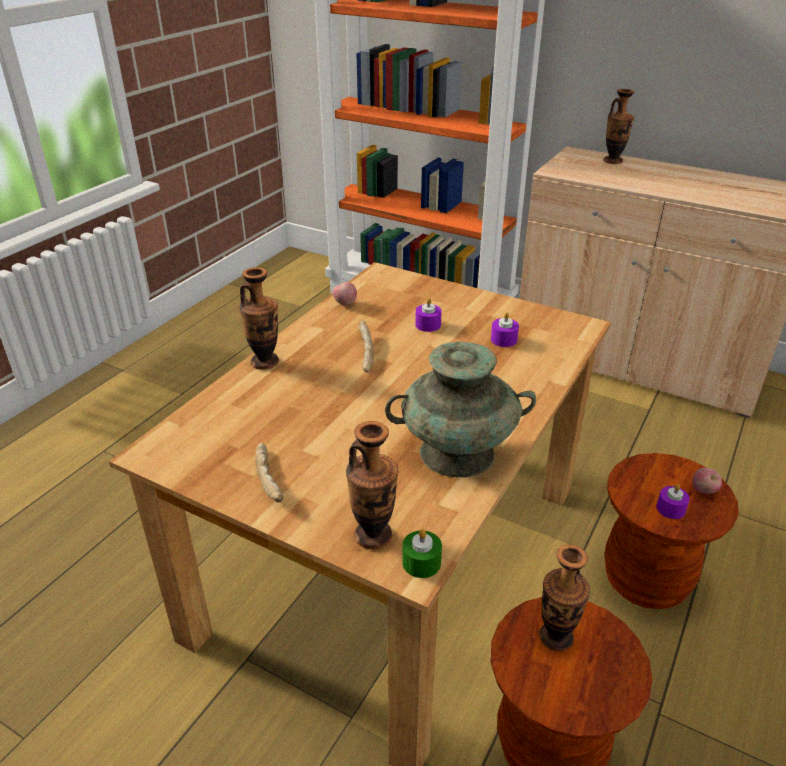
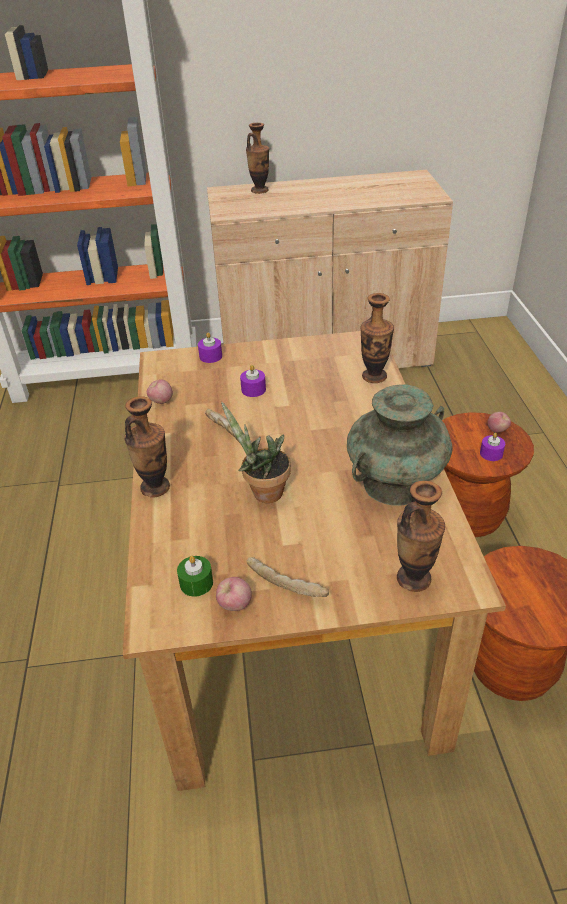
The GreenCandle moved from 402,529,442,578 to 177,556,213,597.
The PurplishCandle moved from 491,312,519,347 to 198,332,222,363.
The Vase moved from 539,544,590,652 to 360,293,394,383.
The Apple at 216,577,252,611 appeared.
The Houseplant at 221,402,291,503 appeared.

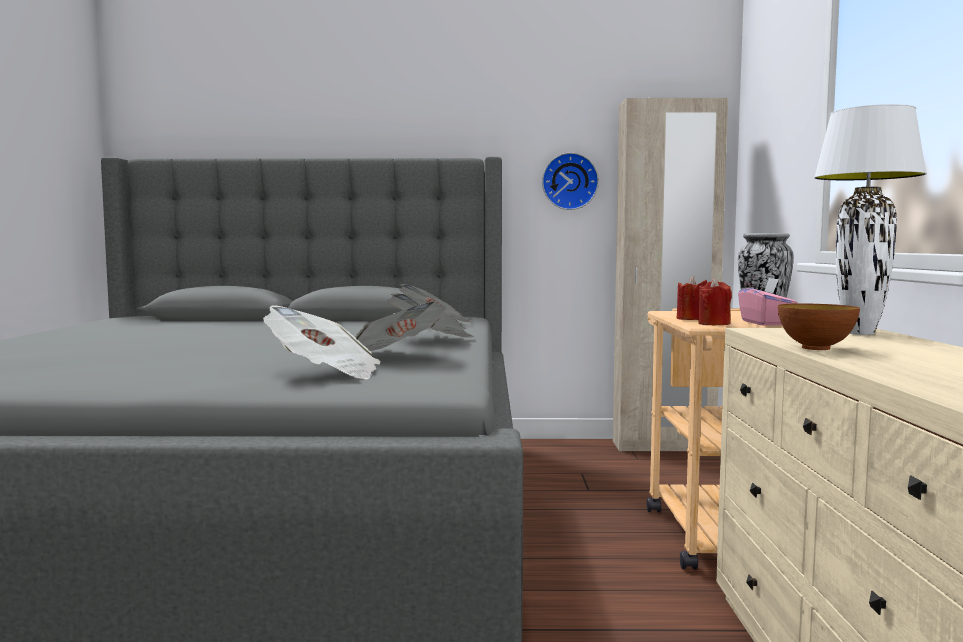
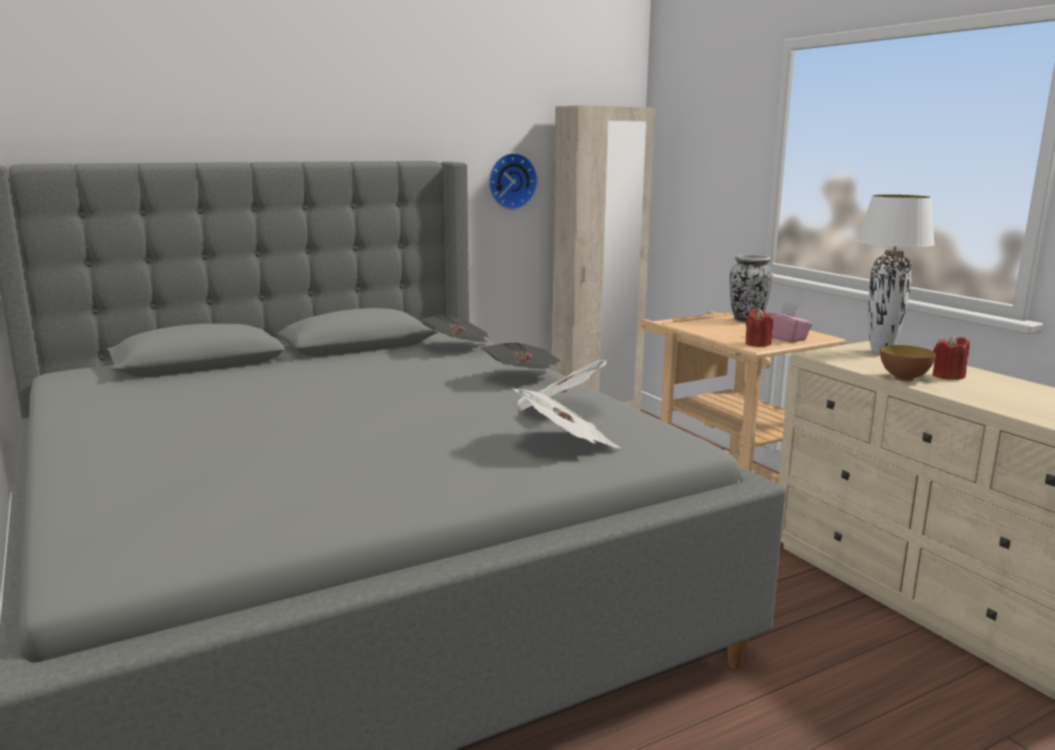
The RedCandle moved from 677,276,707,320 to 932,335,969,380.

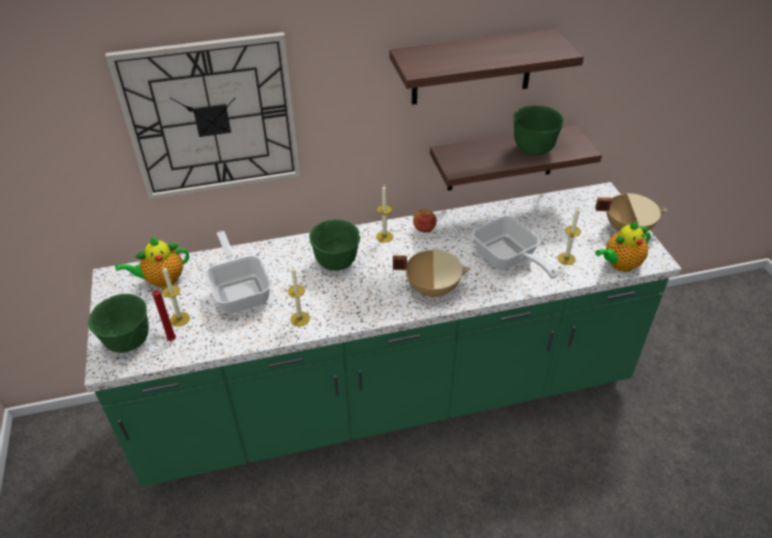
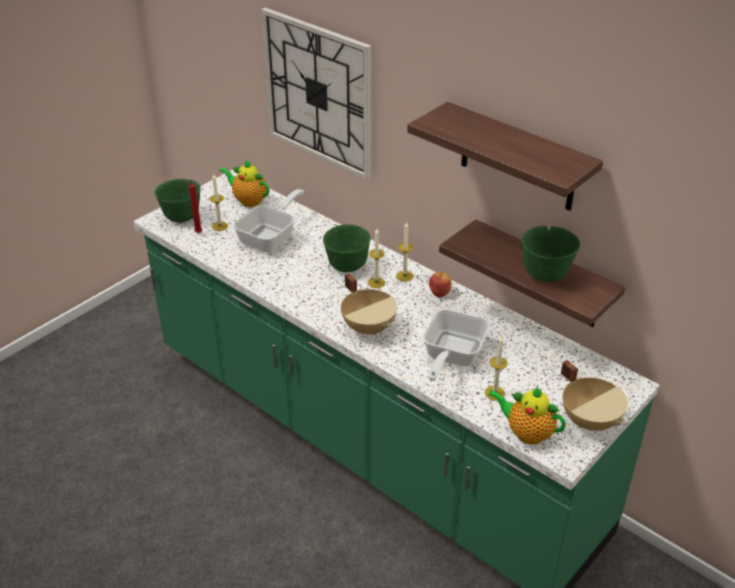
The Candle moved from 288,266,310,326 to 368,229,385,288.

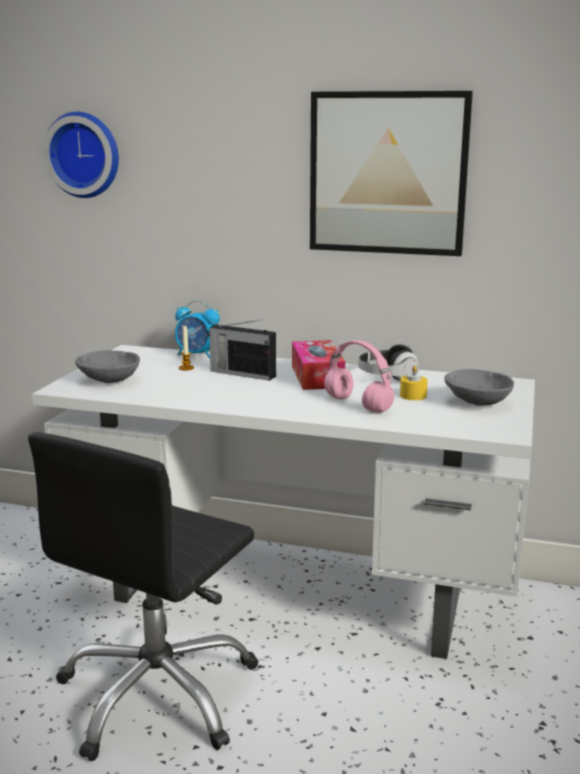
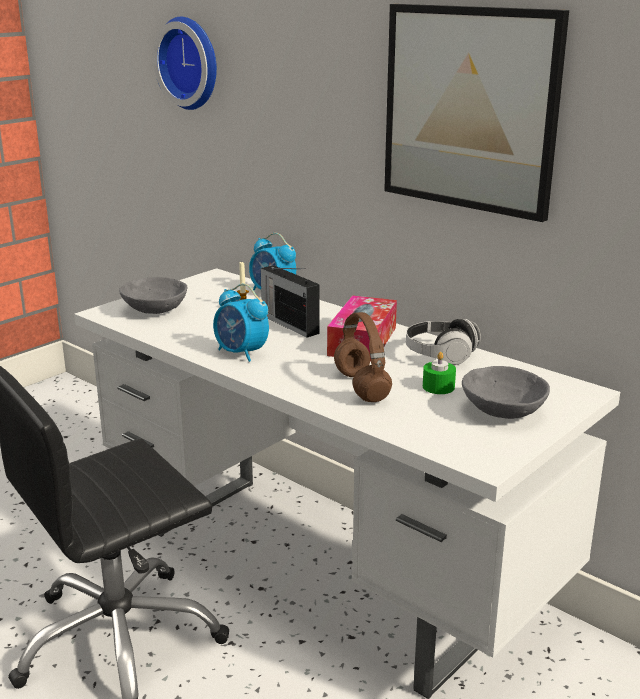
The PinkishHeadphones at 324,340,394,413 became the BrownishHeadphones at 334,312,392,402.
The YellowCandle at 400,365,428,400 became the GreenCandle at 423,352,456,394.
The BedsideClock at 213,284,269,362 appeared.

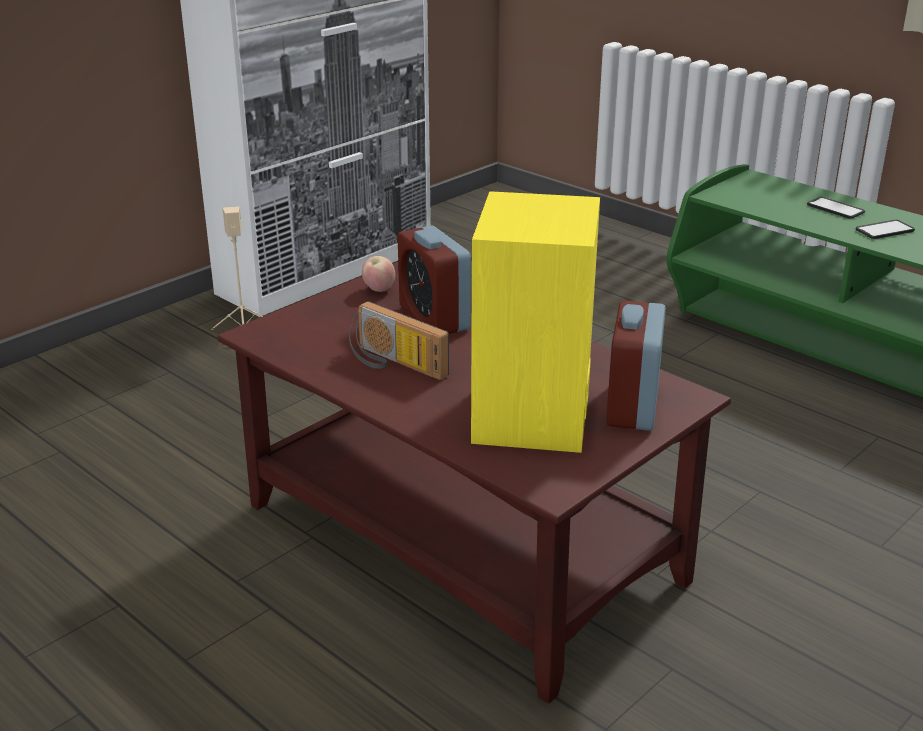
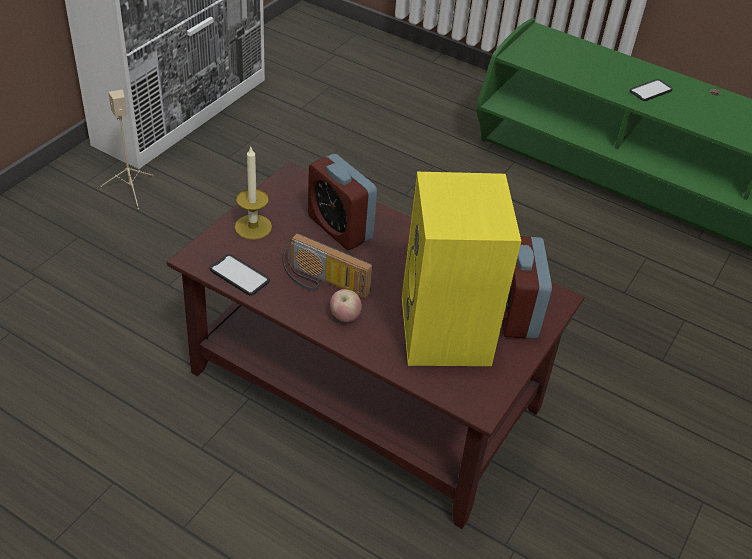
The Apple moved from 362,256,395,292 to 330,289,362,322.
The Telephone moved from 807,197,865,219 to 210,254,270,296.
The Candle at 235,147,272,240 appeared.

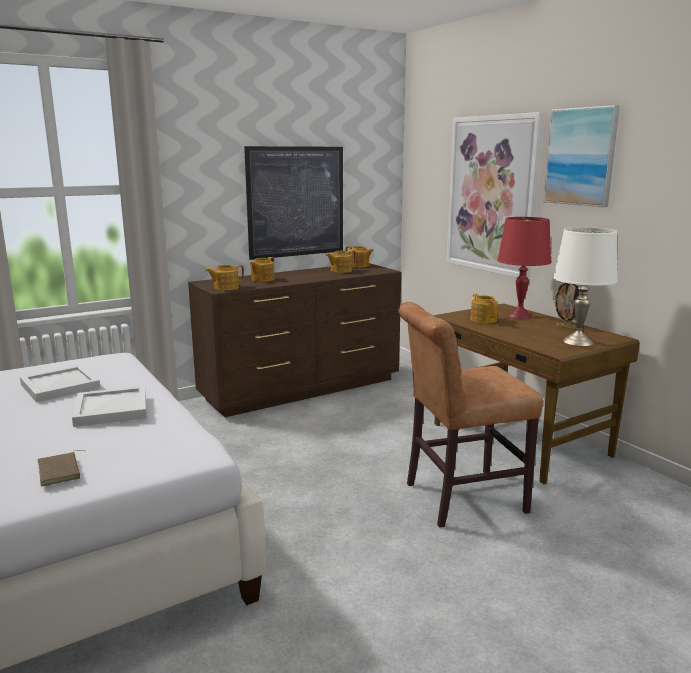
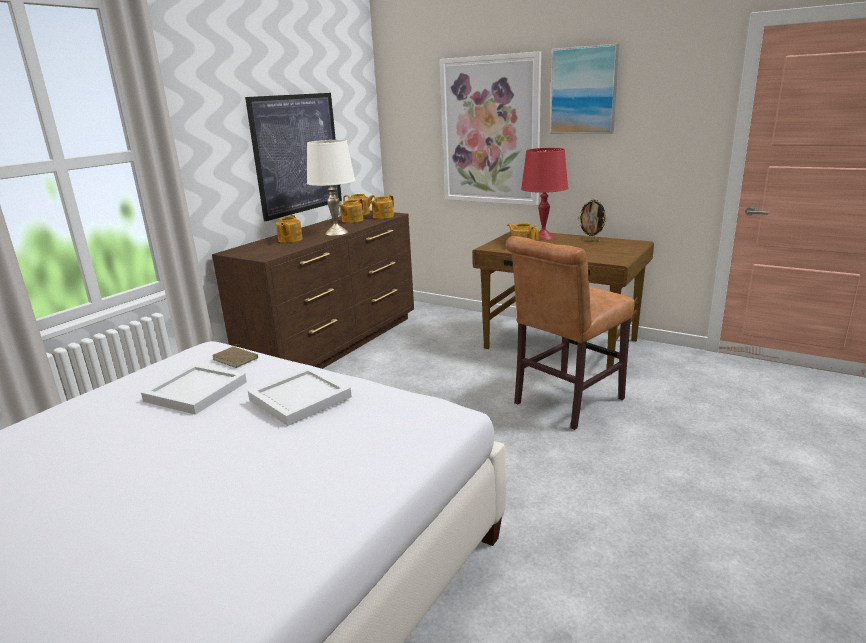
The BrownishVolume moved from 37,450,84,487 to 212,344,258,368.
The TeaPot moved from 206,265,244,291 to 370,195,394,219.
The WhiteTabletopLamp moved from 553,227,618,346 to 307,140,355,236.

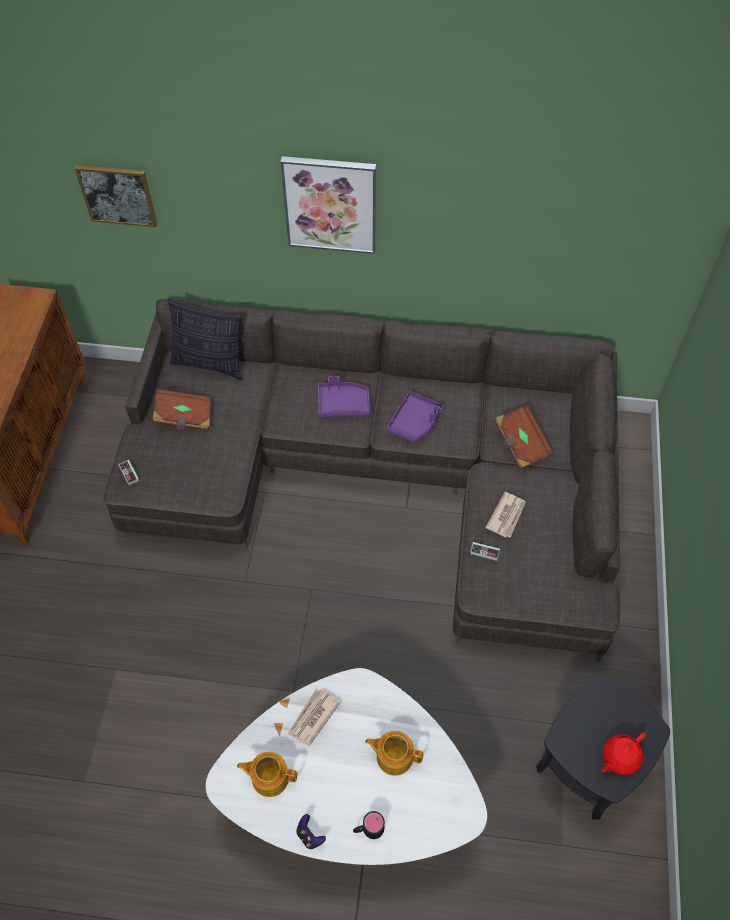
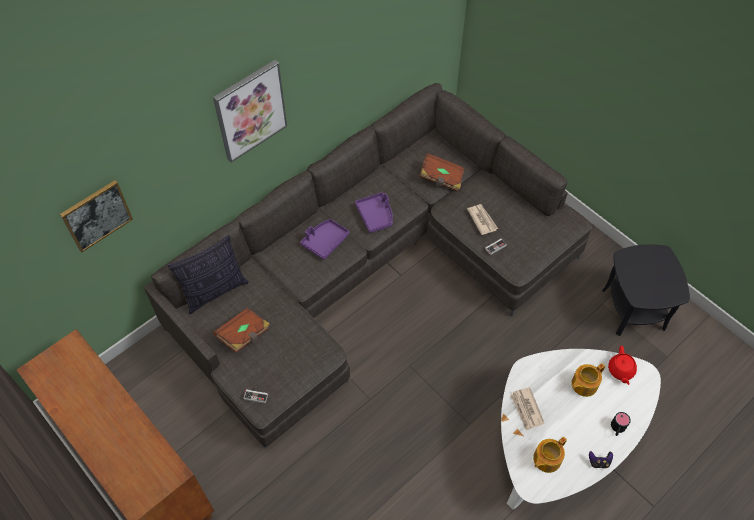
The RedTeaPot moved from 602,732,646,775 to 608,346,637,385.

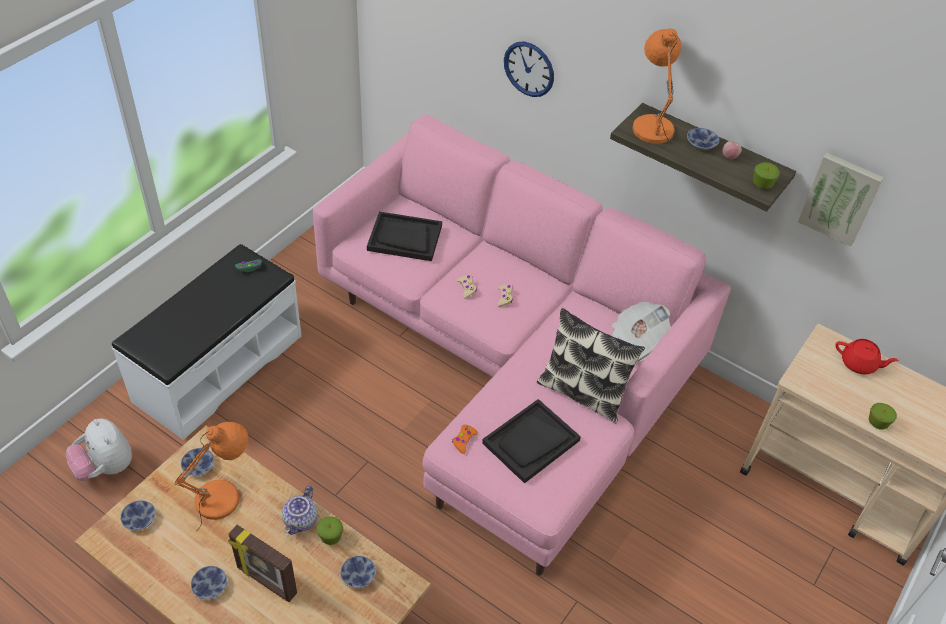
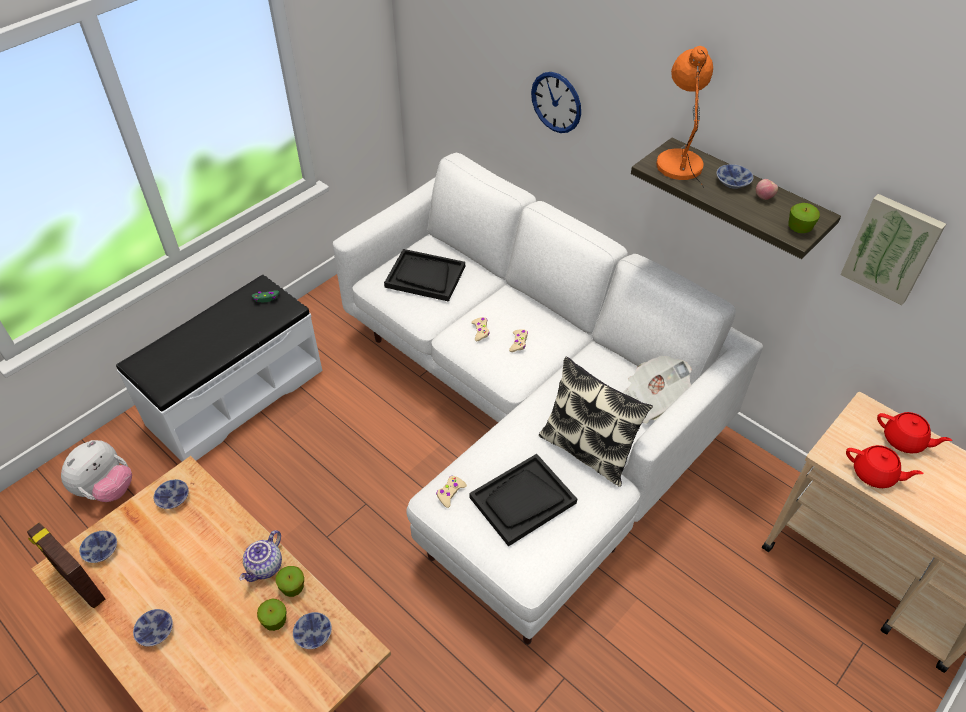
The CuddlyToy at 66,418,132,481 turned 120 degrees counterclockwise.
The OrangeColouredTabletopLamp at 175,422,248,528 disappeared.
The PhotoFrame moved from 228,525,297,602 to 27,522,105,608.
The PinkishSettee at 313,115,731,576 became the WhiteSettee at 333,153,763,645.
The OrangeColouredGameController at 452,424,478,454 became the SandColouredGameController at 436,476,467,508.
The Apple moved from 869,403,897,429 to 257,599,287,631.
The RedTeaPot at 846,445,924,488 appeared.

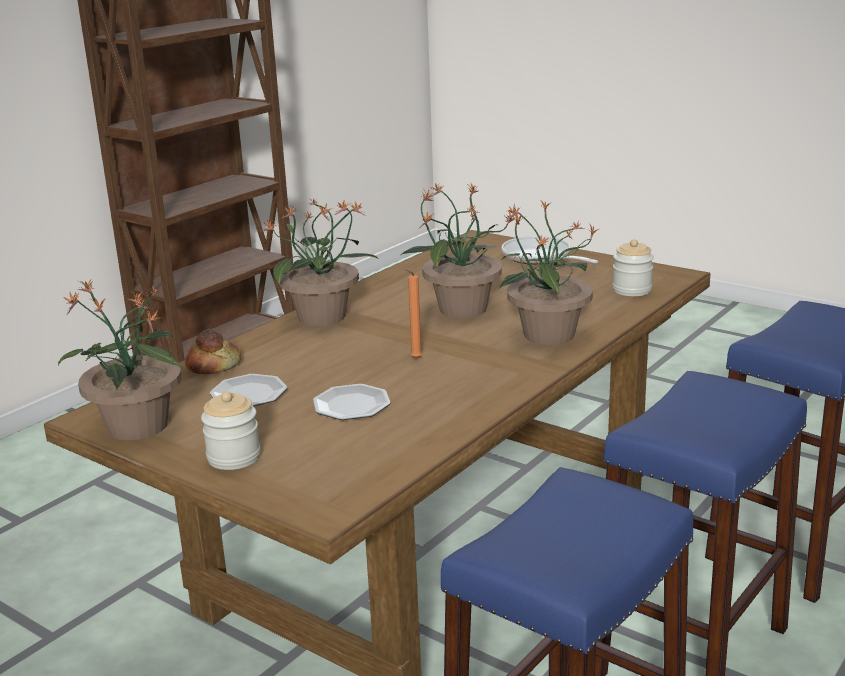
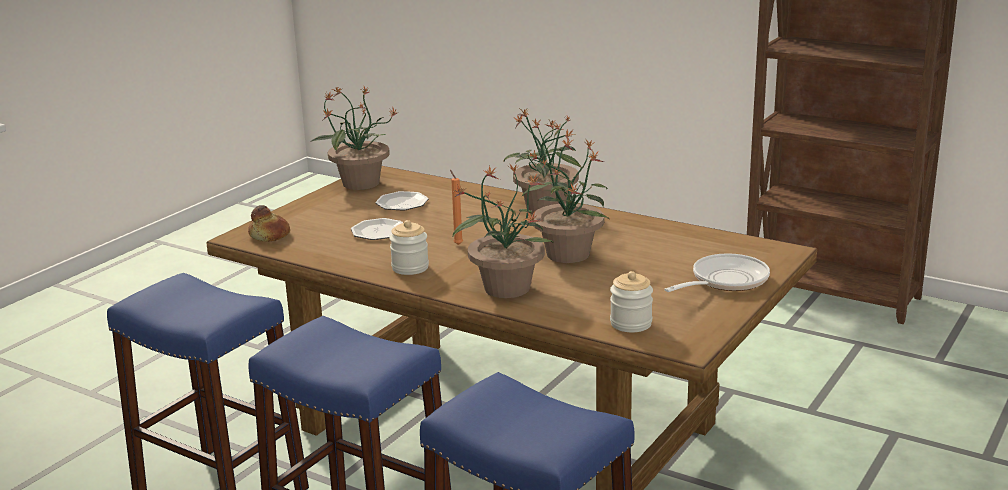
The BakeryBread moved from 185,329,241,374 to 248,205,290,242.
The PreserveJar moved from 201,391,261,470 to 389,220,429,275.

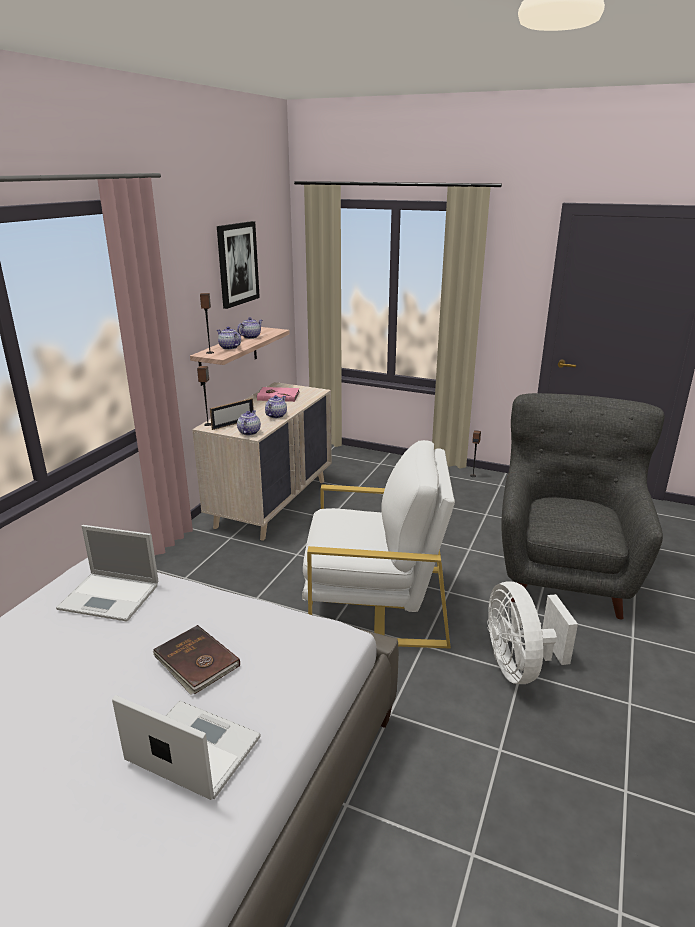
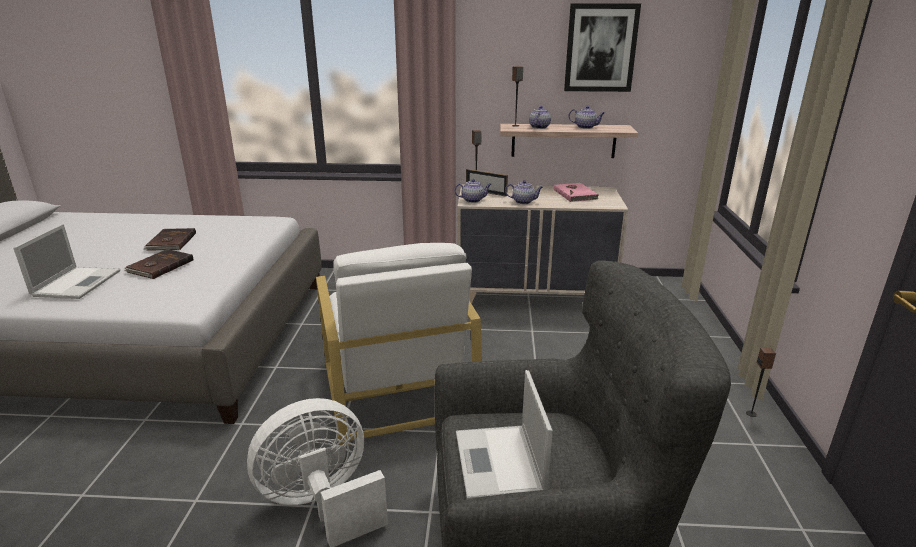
The Laptop moved from 56,525,159,621 to 456,370,553,499.
The BrownishVolume at 144,228,196,251 appeared.

